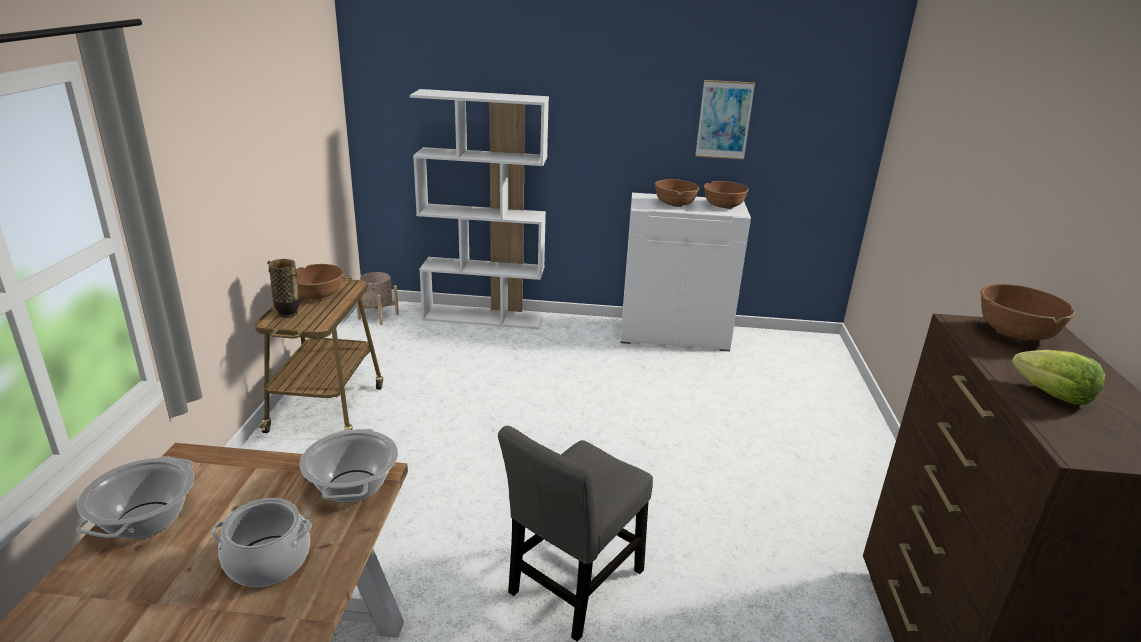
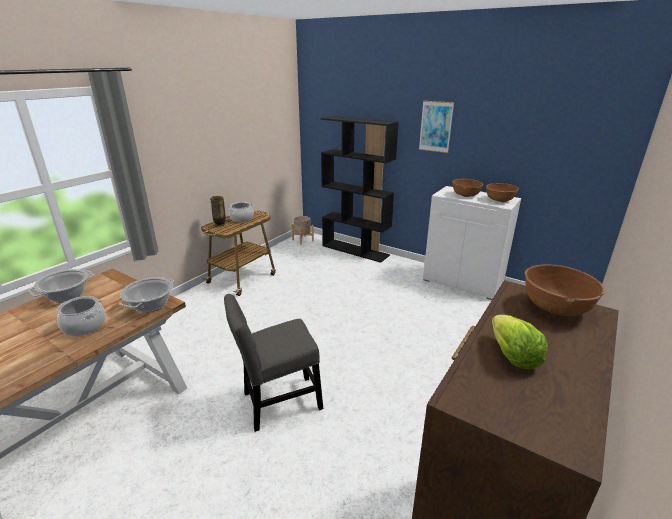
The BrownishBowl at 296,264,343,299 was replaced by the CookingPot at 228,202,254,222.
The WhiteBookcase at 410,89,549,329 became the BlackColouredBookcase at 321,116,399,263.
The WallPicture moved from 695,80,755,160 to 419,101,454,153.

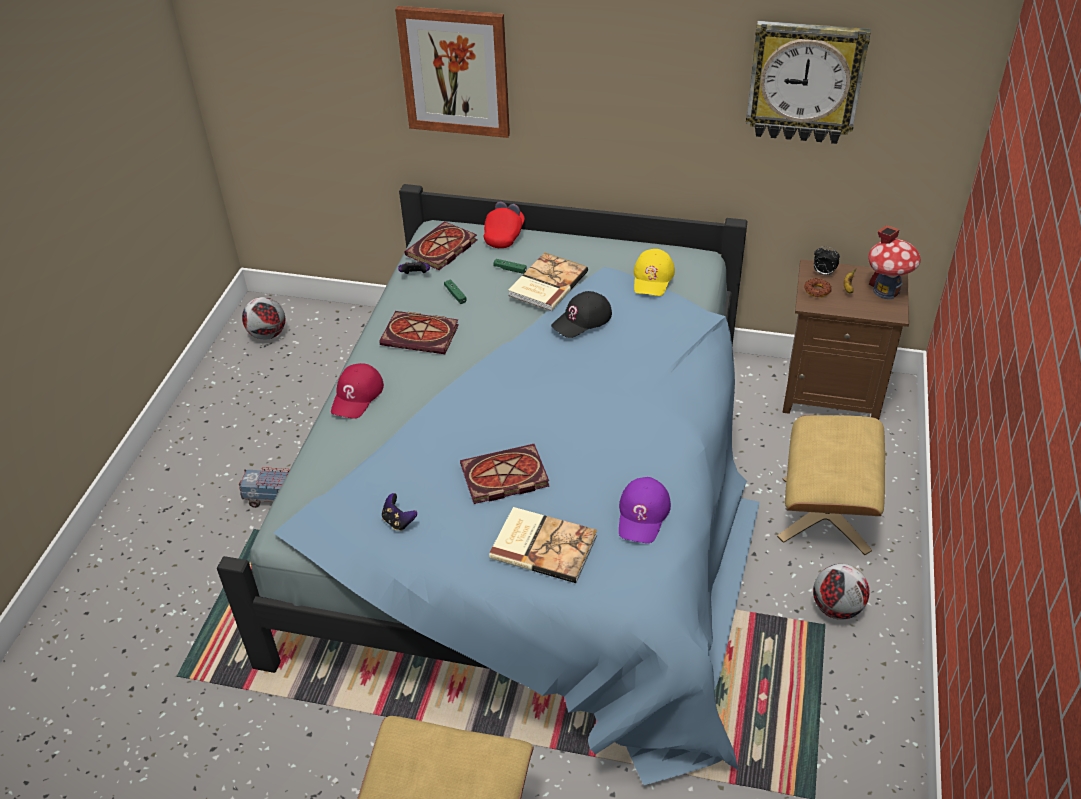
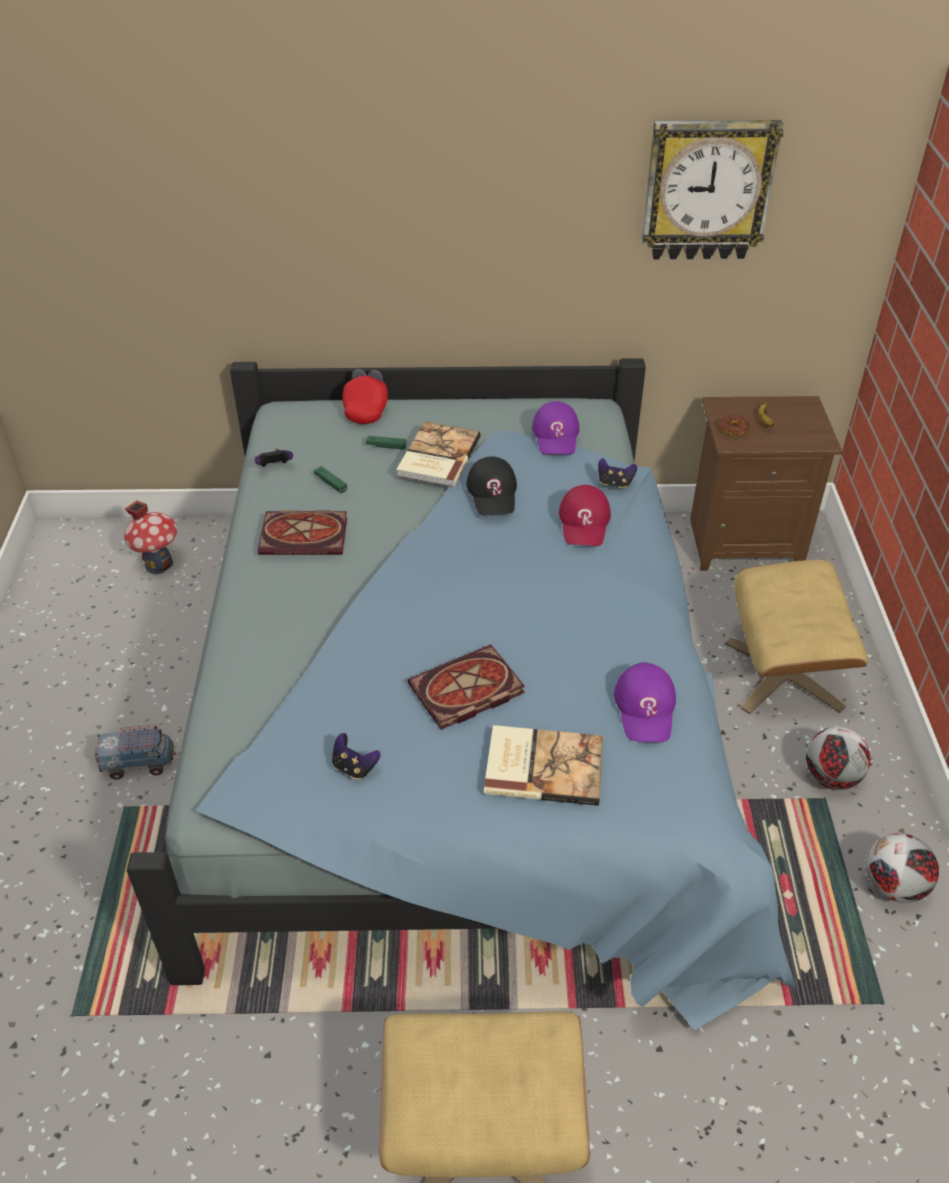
The FootballBall moved from 242,297,285,340 to 866,833,939,903.
The RedCap moved from 331,363,384,419 to 559,485,611,546.
The WallPicture at 395,6,510,138 disappeared.
The Volume at 404,221,478,270 disappeared.
The BlackColouredCap at 551,291,612,338 turned 45 degrees counterclockwise.
The YellowCap at 634,249,675,296 became the PurplishCap at 532,401,580,455.
The BedsideClock at 814,246,840,276 disappeared.
The ModelHouse moved from 868,225,921,299 to 124,500,177,574.
The GameController at 598,458,637,489 appeared.

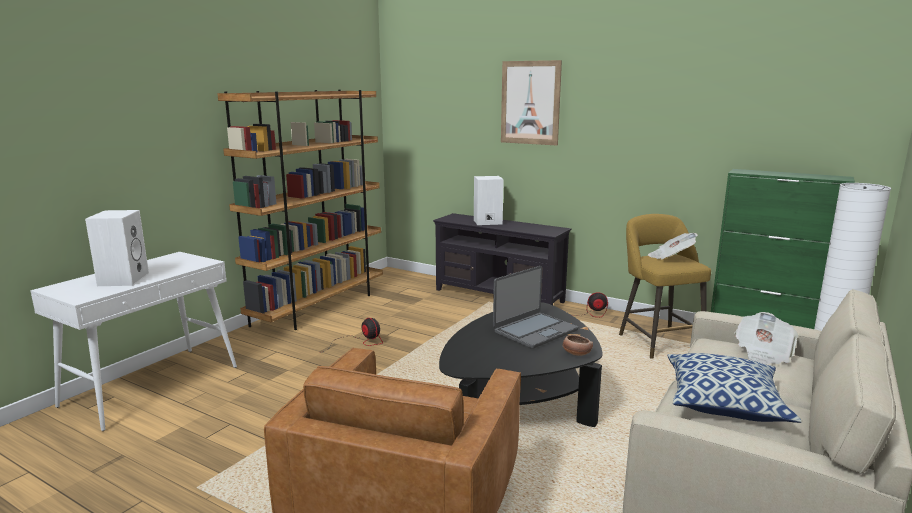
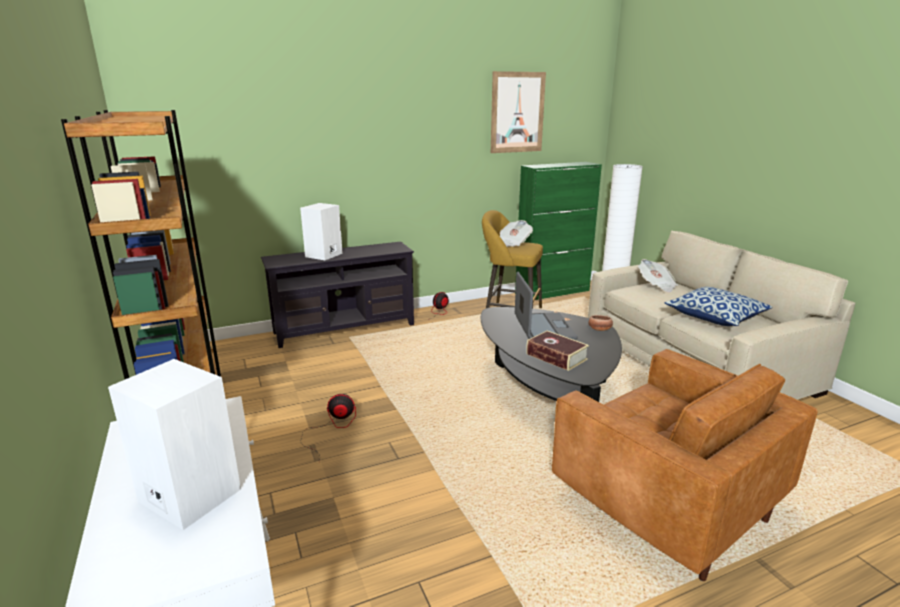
The WallPicture moved from 501,60,562,146 to 491,71,546,153.
The Volume at 526,331,589,371 appeared.

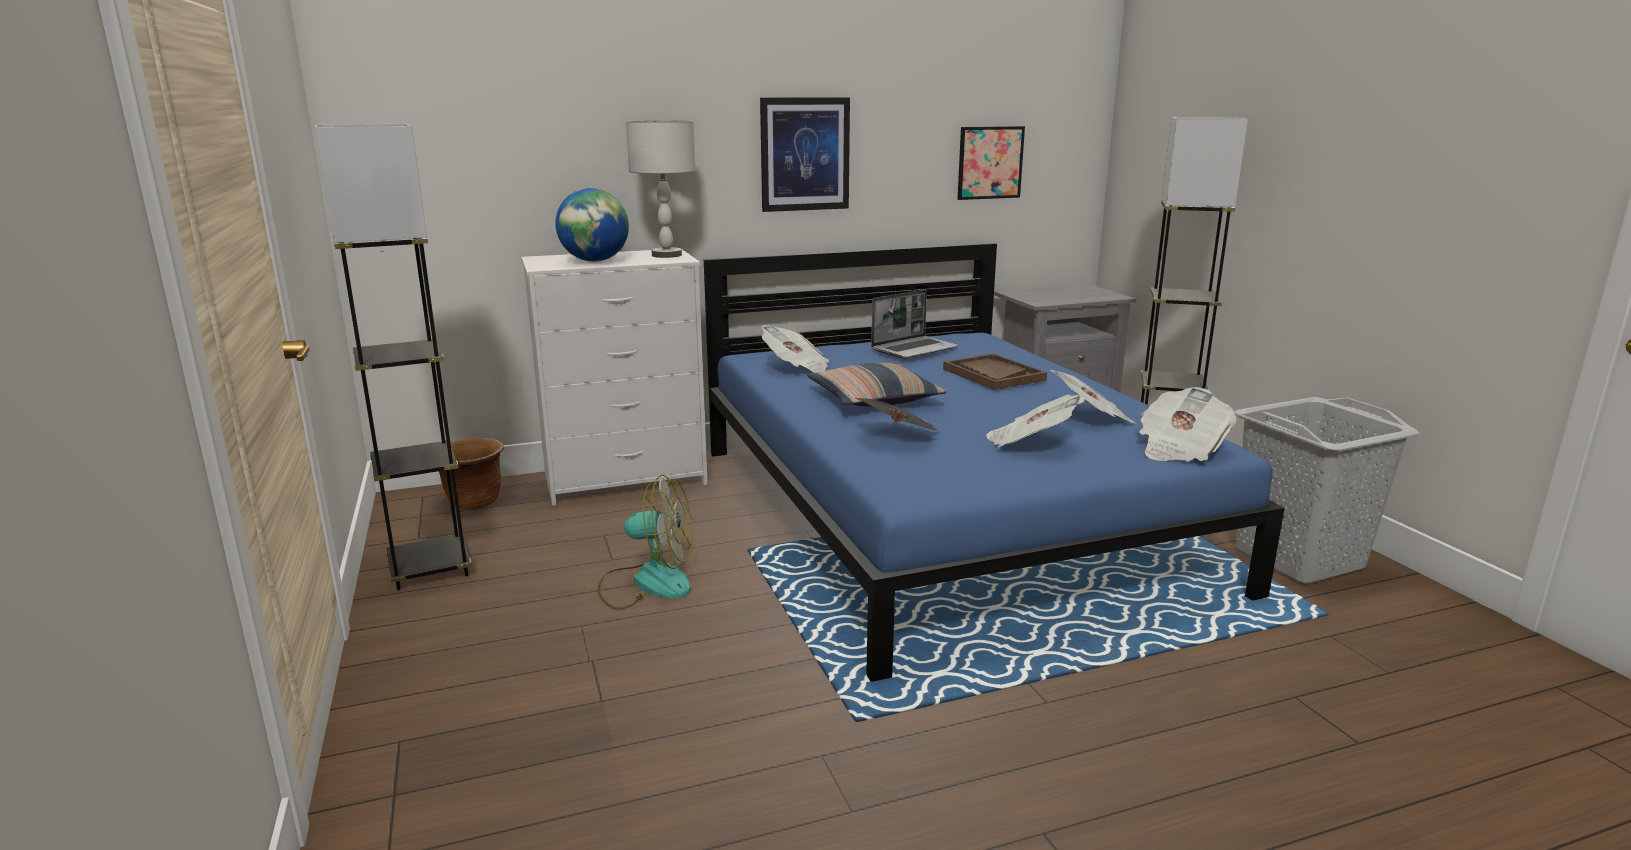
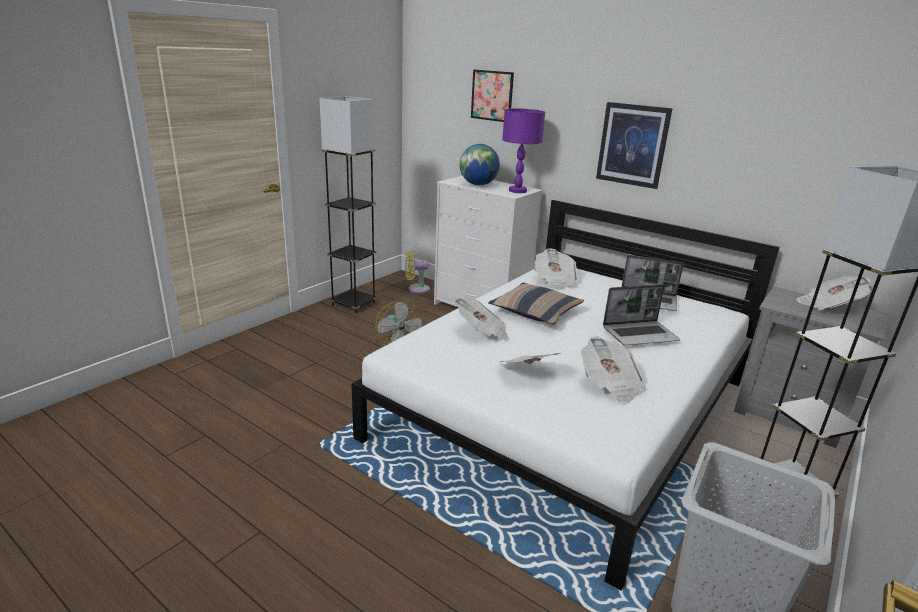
The BrownishPlantPot at 439,438,504,509 was replaced by the YellowFan at 406,251,430,293.
The GreyTabletopLamp at 626,120,696,258 became the PurplishTabletopLamp at 502,108,545,193.
The BlueBed at 704,243,1285,682 became the WhiteBed at 352,200,780,591.
The BrownishCarryingTray at 943,353,1047,390 was replaced by the Laptop at 603,284,680,346.
The WallPicture moved from 957,126,1025,200 to 471,70,514,122.
The PrintedPaper moved from 1139,387,1236,461 to 796,275,872,310.

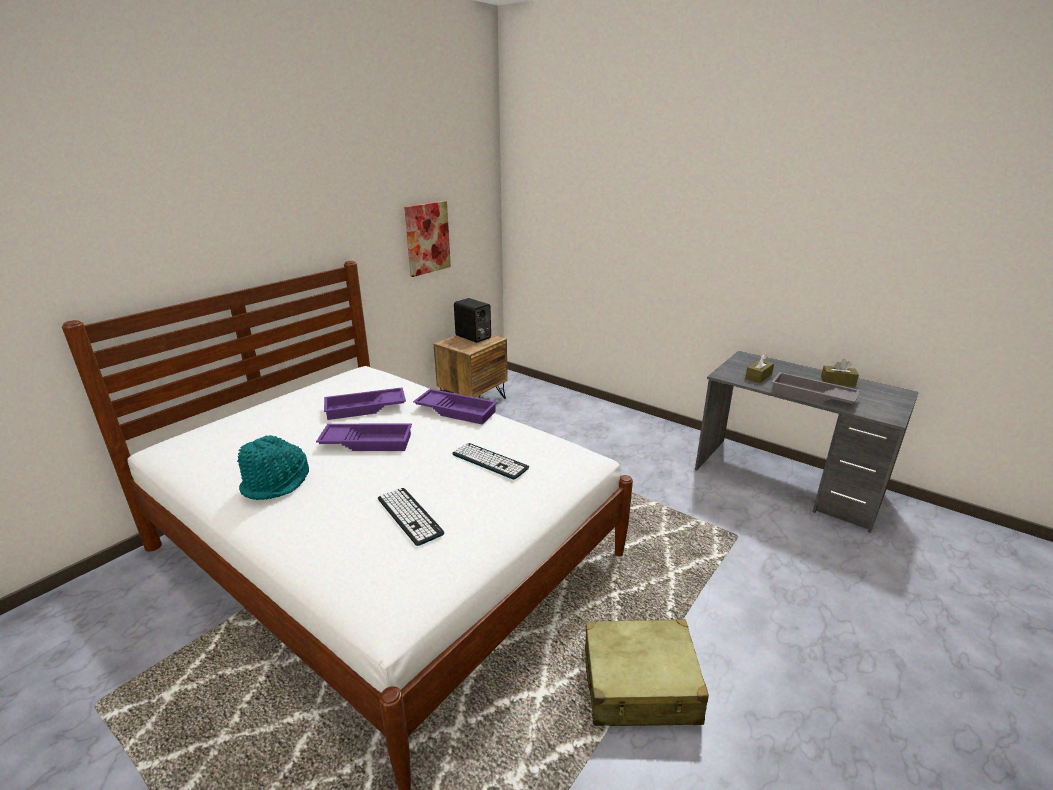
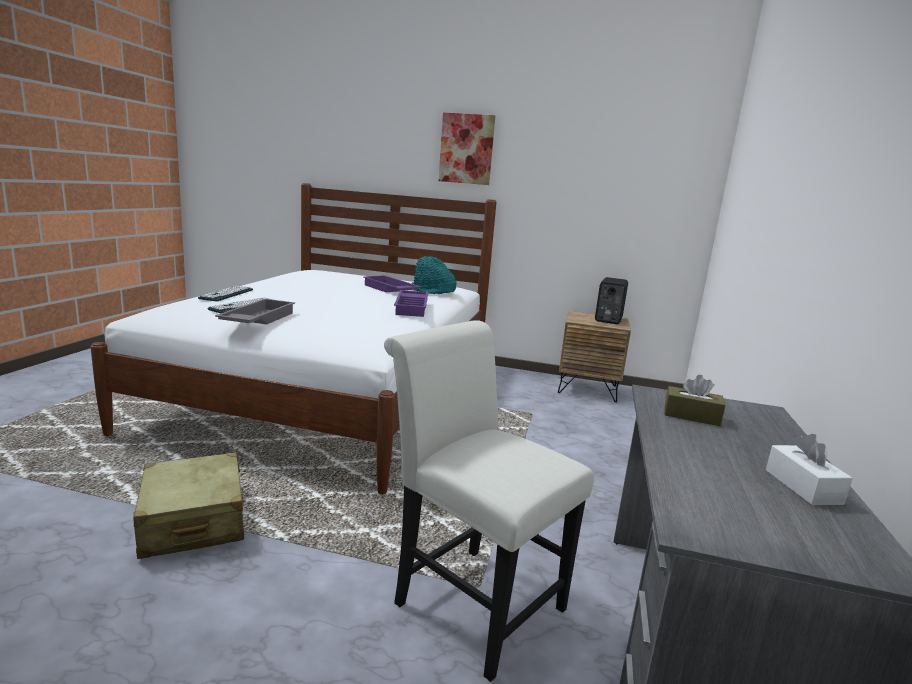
The TurquoiseClothingHat moved from 237,435,309,500 to 411,256,457,294.
The PurplishCarryingTray at 316,424,412,451 disappeared.
The WallPicture moved from 404,201,451,277 to 438,112,495,185.
The PcKeyboard moved from 452,443,529,480 to 198,286,253,301.
The GreyCarryingTray moved from 771,372,860,404 to 215,299,295,324.
The BrownishTissueBox at 821,359,859,386 became the WhiteTissueBox at 766,434,853,505.
The WhiteUprightChair at 384,320,594,682 appeared.

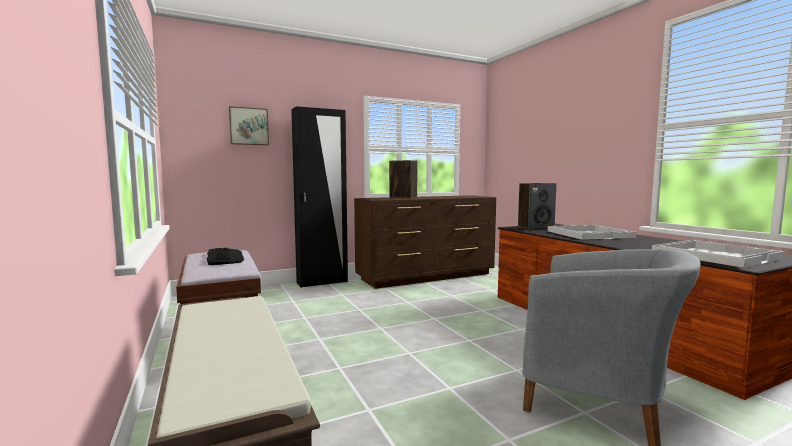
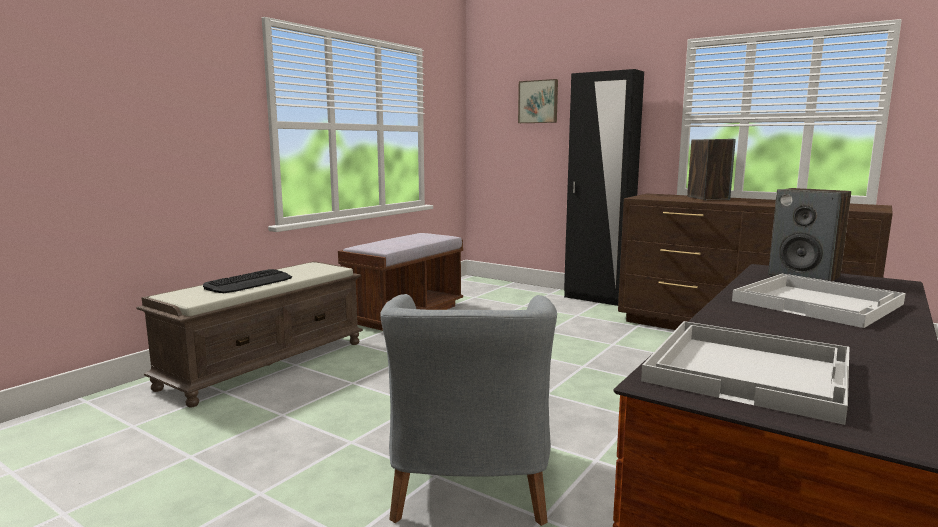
The PcKeyboard moved from 207,248,244,265 to 203,269,292,293.

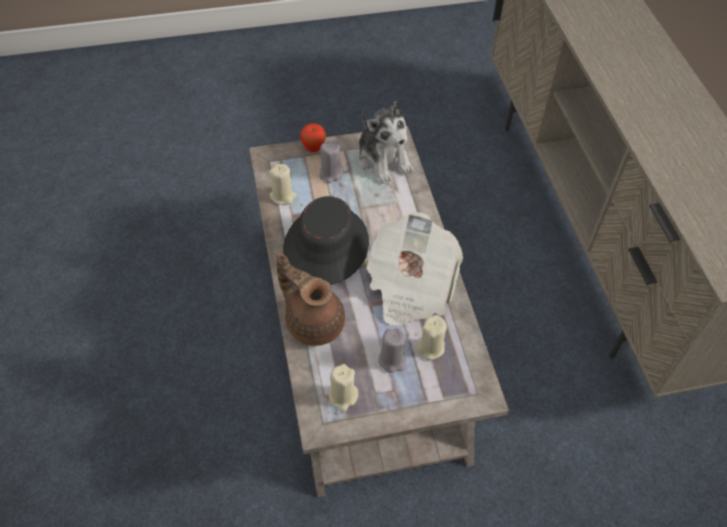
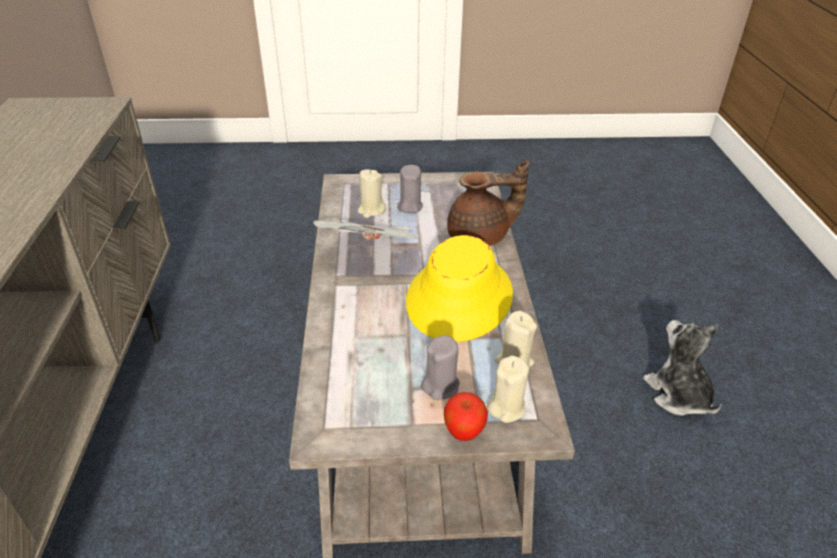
The BrownishTeaPot at 276,253,345,346 turned 60 degrees counterclockwise.
The BlackColouredClothingHat at 283,196,369,285 became the YellowClothingHat at 406,235,513,342.
The SandColouredCandle moved from 328,364,358,412 to 487,355,529,423.
The CuddlyToy moved from 357,101,413,184 to 643,320,722,416.

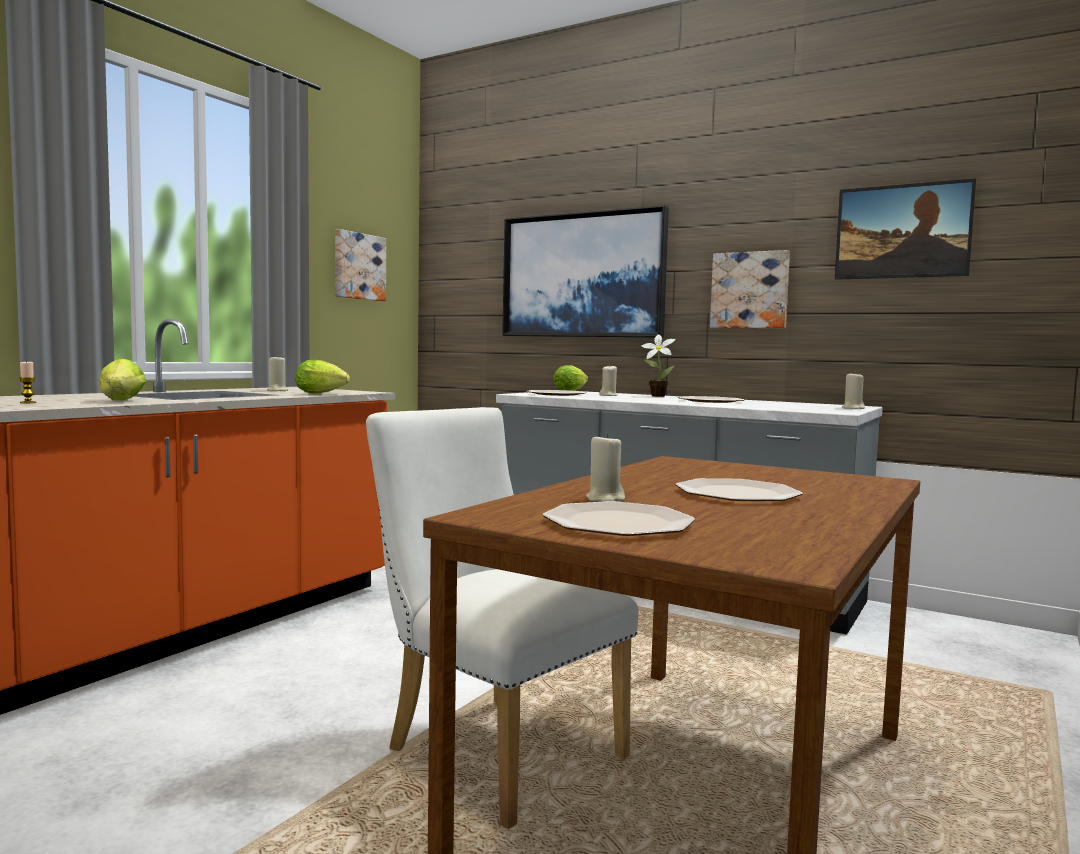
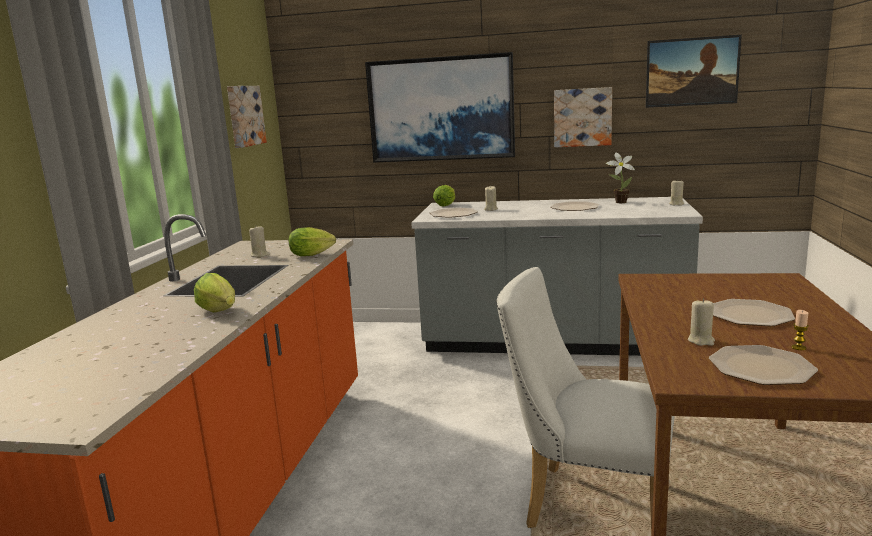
The Candle moved from 19,361,36,403 to 791,310,809,350.
The Houseplant moved from 642,334,676,397 to 606,152,635,203.

